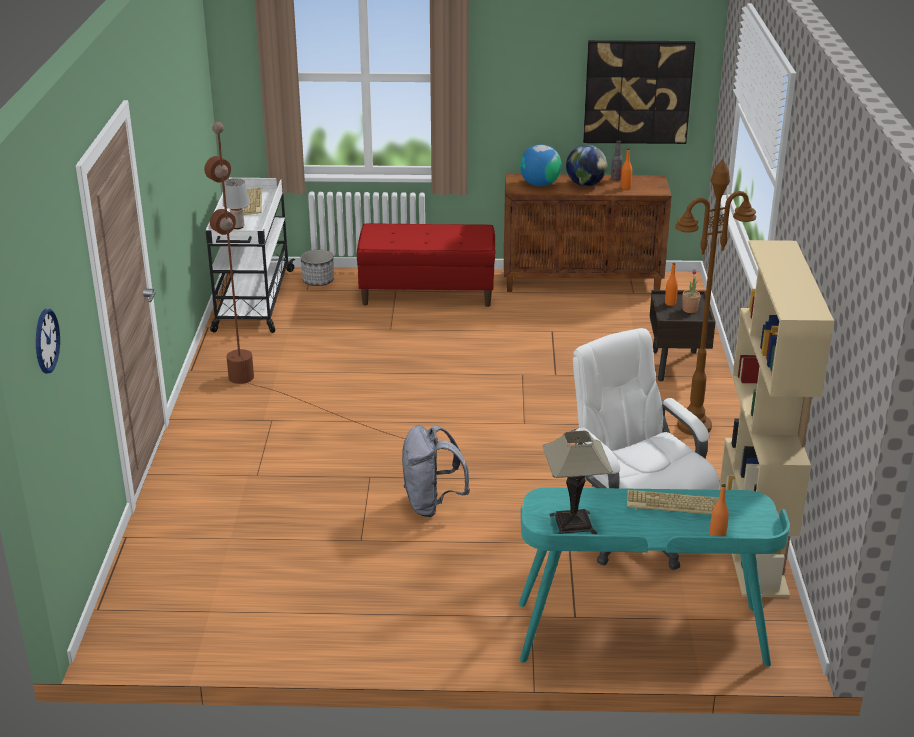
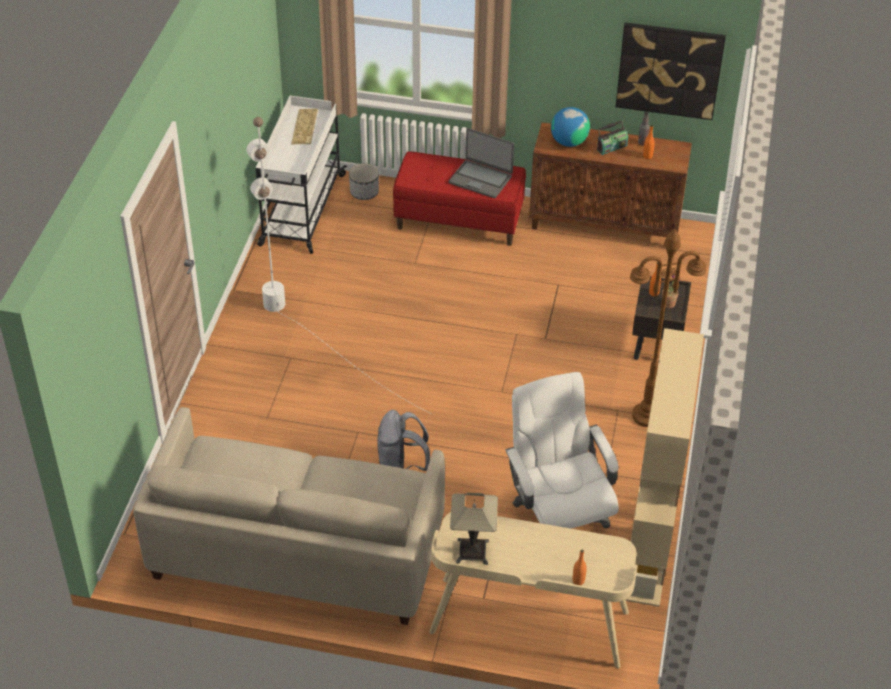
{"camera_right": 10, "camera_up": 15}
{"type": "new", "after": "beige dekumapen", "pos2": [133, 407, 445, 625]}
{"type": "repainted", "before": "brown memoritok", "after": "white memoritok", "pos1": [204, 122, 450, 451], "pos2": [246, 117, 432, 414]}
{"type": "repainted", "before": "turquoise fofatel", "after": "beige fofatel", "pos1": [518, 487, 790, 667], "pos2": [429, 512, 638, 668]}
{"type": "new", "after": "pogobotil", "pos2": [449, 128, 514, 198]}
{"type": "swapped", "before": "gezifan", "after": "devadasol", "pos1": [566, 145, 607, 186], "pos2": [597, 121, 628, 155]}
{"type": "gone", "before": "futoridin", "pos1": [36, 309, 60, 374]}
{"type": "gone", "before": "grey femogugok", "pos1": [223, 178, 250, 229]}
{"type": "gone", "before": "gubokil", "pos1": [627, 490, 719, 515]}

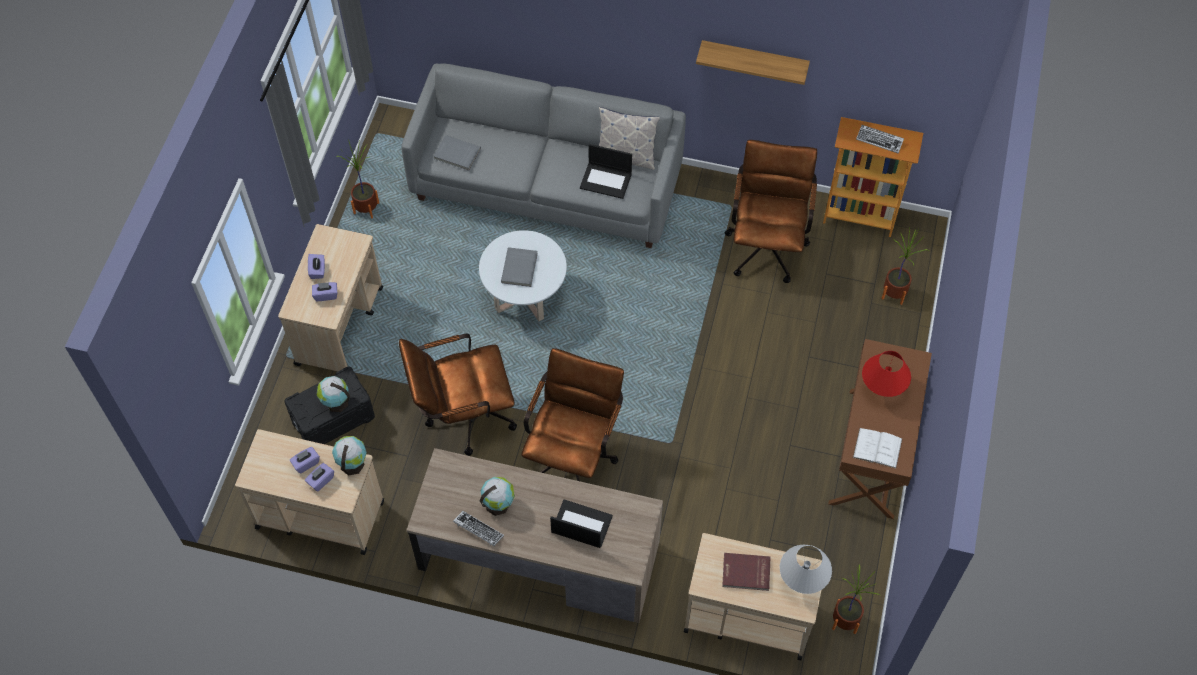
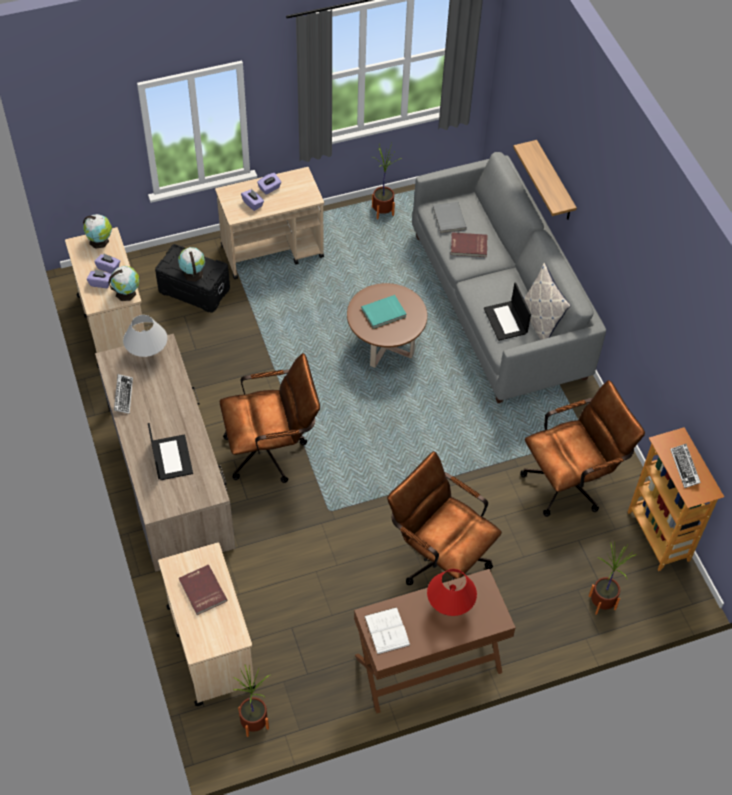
{"camera_right": 55, "camera_up": -5}
{"type": "shifted", "before": "gezifan", "pos1": [480, 477, 515, 516], "pos2": [83, 214, 112, 249]}
{"type": "shifted", "before": "white femogugok", "pos1": [780, 545, 832, 594], "pos2": [123, 315, 168, 357]}
{"type": "repainted", "before": "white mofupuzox", "after": "brown mofupuzox", "pos1": [479, 230, 567, 321], "pos2": [347, 283, 427, 368]}
{"type": "repainted", "before": "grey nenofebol", "after": "turquoise nenofebol", "pos1": [501, 247, 538, 287], "pos2": [361, 295, 406, 329]}
{"type": "shifted", "before": "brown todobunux", "pos1": [399, 333, 517, 456], "pos2": [387, 451, 502, 585]}
{"type": "new", "after": "red nenofebol", "pos2": [451, 232, 487, 257]}
{"type": "shifted", "before": "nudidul", "pos1": [696, 40, 810, 85], "pos2": [513, 140, 577, 220]}

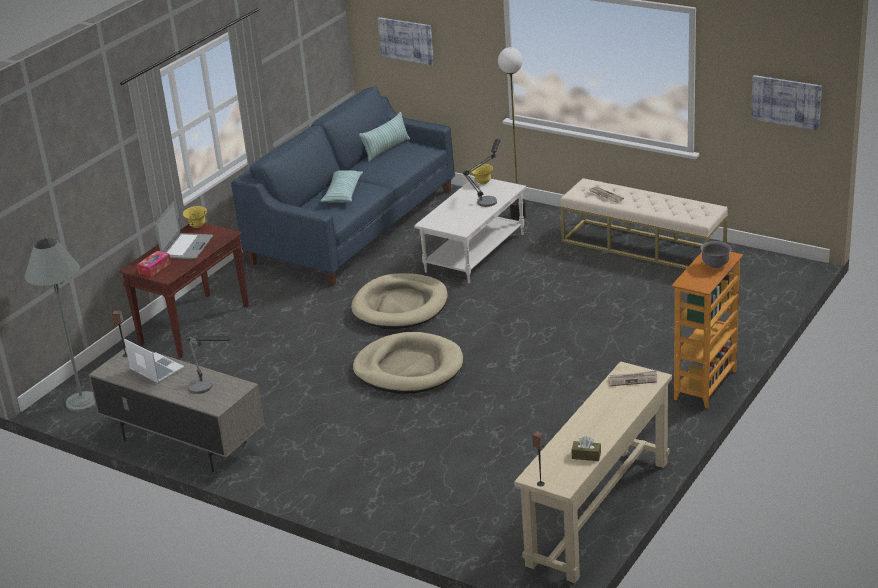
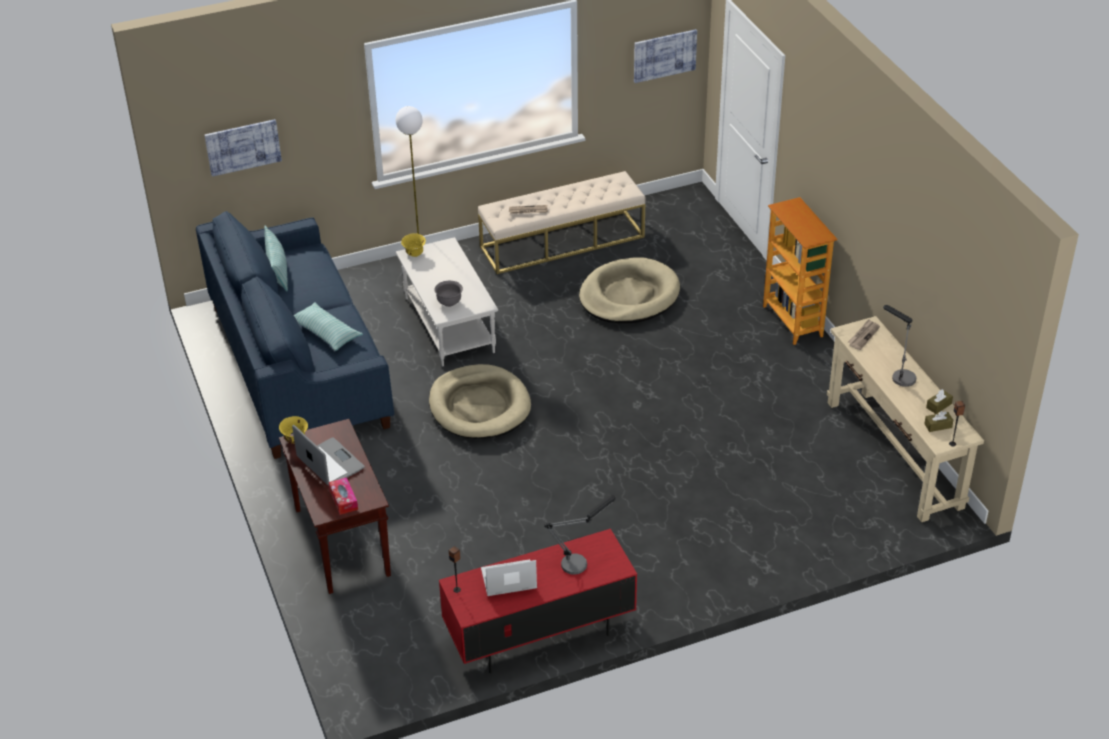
{"camera_right": -55, "camera_up": 10}
{"type": "shifted", "before": "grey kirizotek", "pos1": [700, 241, 732, 268], "pos2": [434, 281, 463, 307]}
{"type": "repainted", "before": "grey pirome", "after": "red pirome", "pos1": [89, 348, 264, 472], "pos2": [439, 529, 637, 673]}
{"type": "shifted", "before": "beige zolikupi", "pos1": [353, 332, 463, 394], "pos2": [579, 257, 680, 323]}
{"type": "shifted", "before": "femogugok", "pos1": [463, 139, 500, 207], "pos2": [883, 305, 916, 387]}
{"type": "new", "after": "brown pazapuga", "pos2": [924, 411, 953, 432]}
{"type": "gone", "before": "grey memoritok", "pos1": [24, 238, 96, 412]}

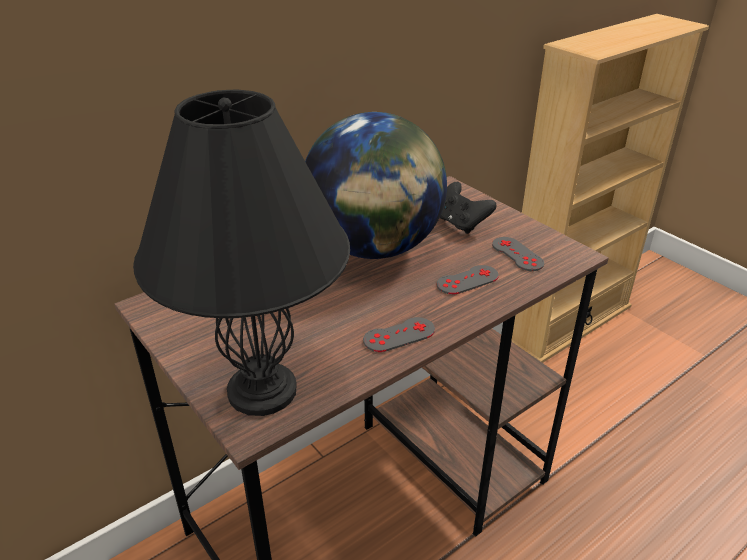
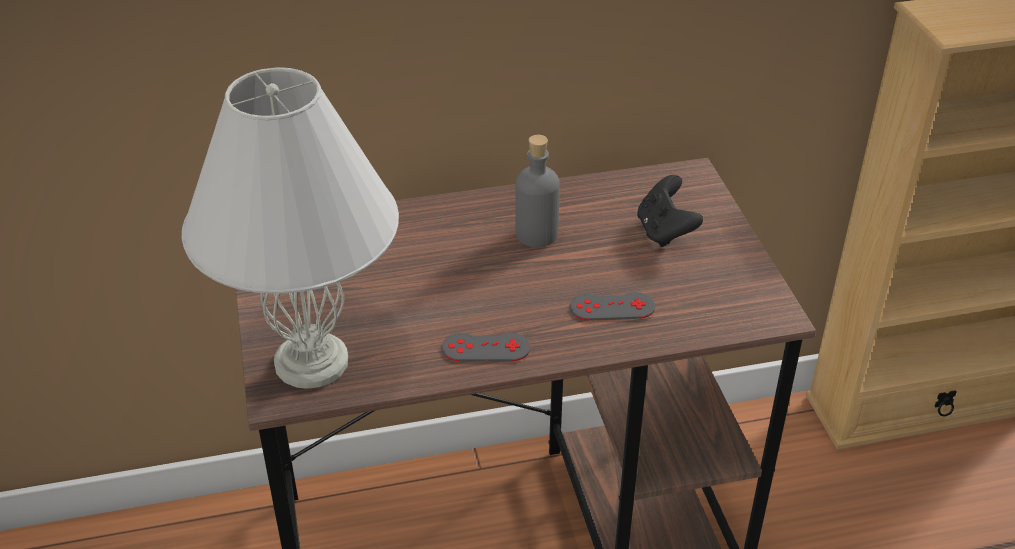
{"camera_right": 25, "camera_up": 5}
{"type": "repainted", "before": "black femogugok", "after": "white femogugok", "pos1": [133, 89, 350, 416], "pos2": [182, 67, 399, 389]}
{"type": "swapped", "before": "gezifan", "after": "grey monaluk", "pos1": [305, 112, 447, 259], "pos2": [515, 135, 560, 247]}
{"type": "gone", "before": "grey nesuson", "pos1": [492, 237, 544, 271]}

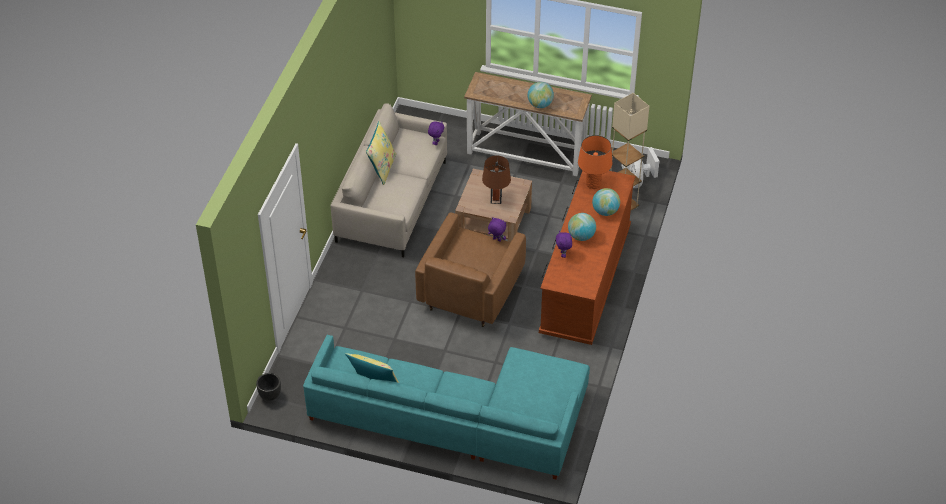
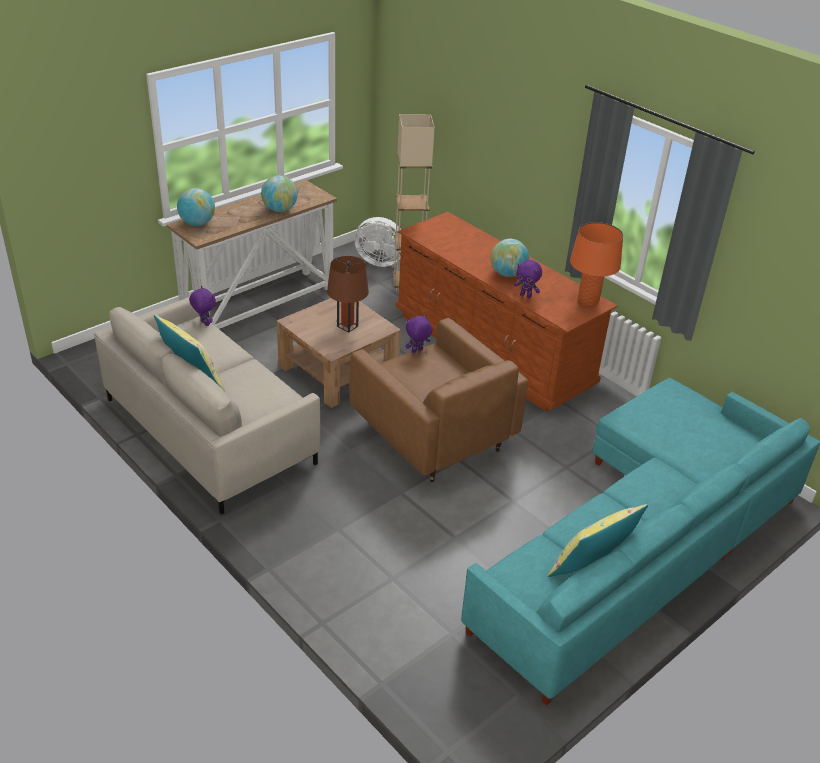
{"camera_right": -60, "camera_up": -10}
{"type": "shifted", "before": "gezifan", "pos1": [592, 188, 620, 216], "pos2": [177, 188, 215, 226]}
{"type": "shifted", "before": "orange femogugok", "pos1": [578, 135, 612, 189], "pos2": [570, 222, 623, 307]}
{"type": "gone", "before": "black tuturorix", "pos1": [256, 373, 281, 401]}

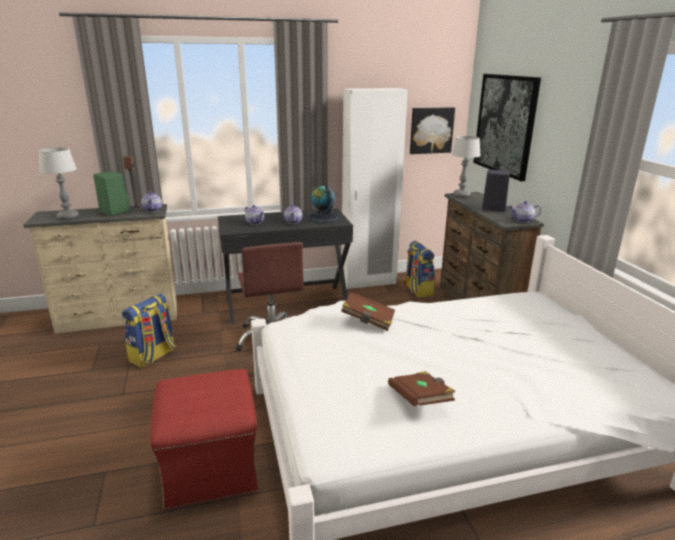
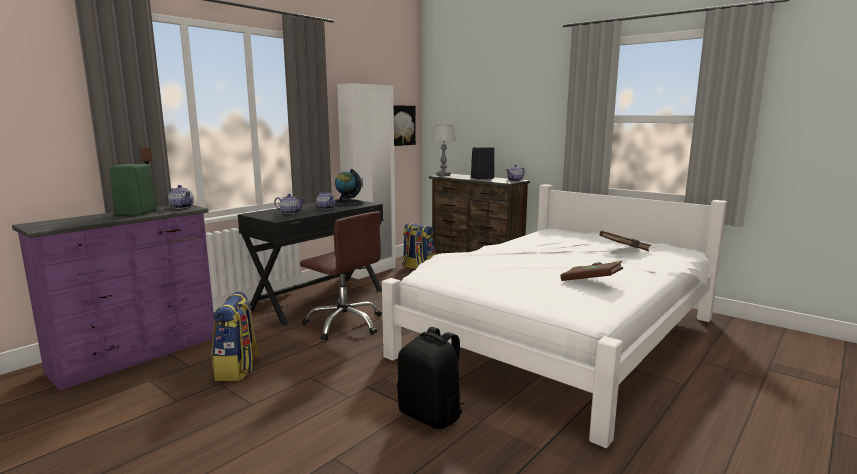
{"camera_right": -35, "camera_up": -10}
{"type": "repainted", "before": "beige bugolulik", "after": "purple bugolulik", "pos1": [23, 204, 177, 334], "pos2": [12, 205, 215, 391]}
{"type": "swapped", "before": "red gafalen", "after": "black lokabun", "pos1": [150, 369, 260, 510], "pos2": [397, 327, 464, 429]}
{"type": "shifted", "before": "brown nenofebol", "pos1": [341, 292, 395, 331], "pos2": [600, 231, 651, 251]}
{"type": "gone", "before": "femogugok", "pos1": [39, 147, 79, 219]}
{"type": "gone", "before": "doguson", "pos1": [473, 74, 541, 181]}

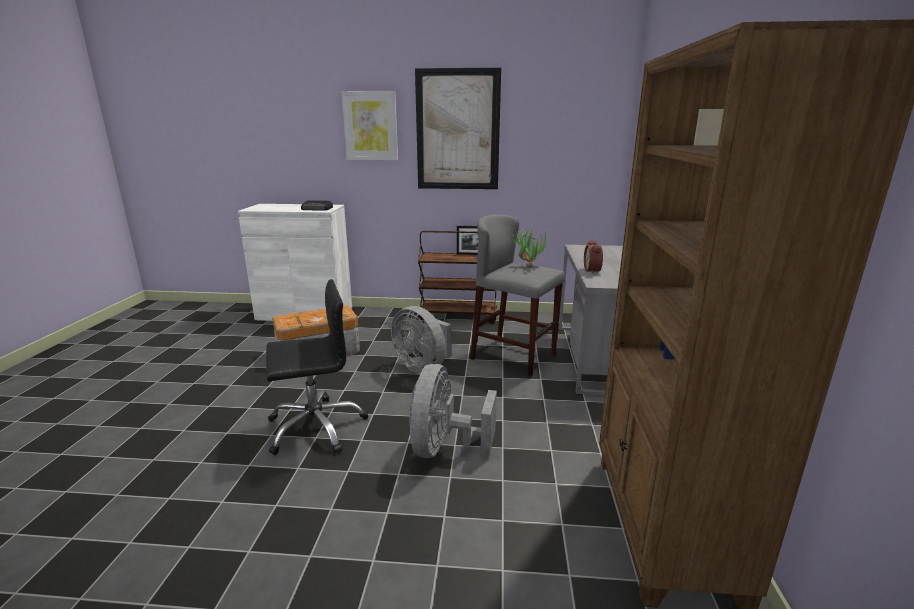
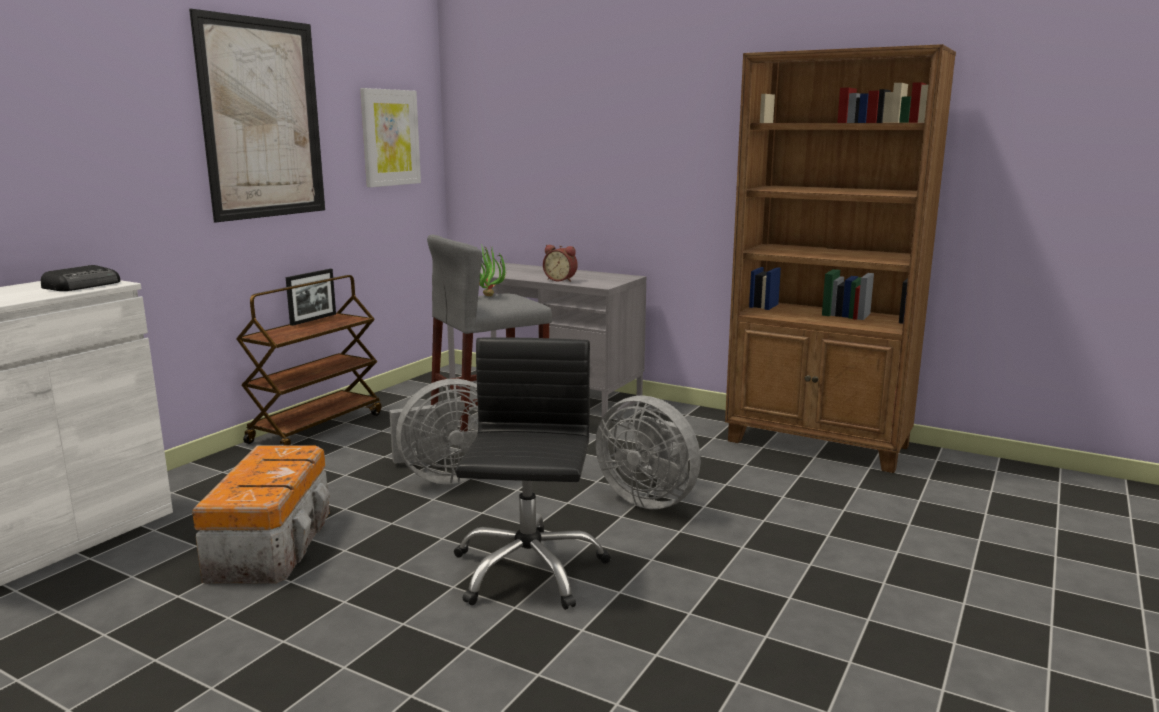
{"camera_right": -65, "camera_up": -5}
{"type": "shifted", "before": "doguson", "pos1": [342, 91, 398, 160], "pos2": [360, 88, 421, 187]}

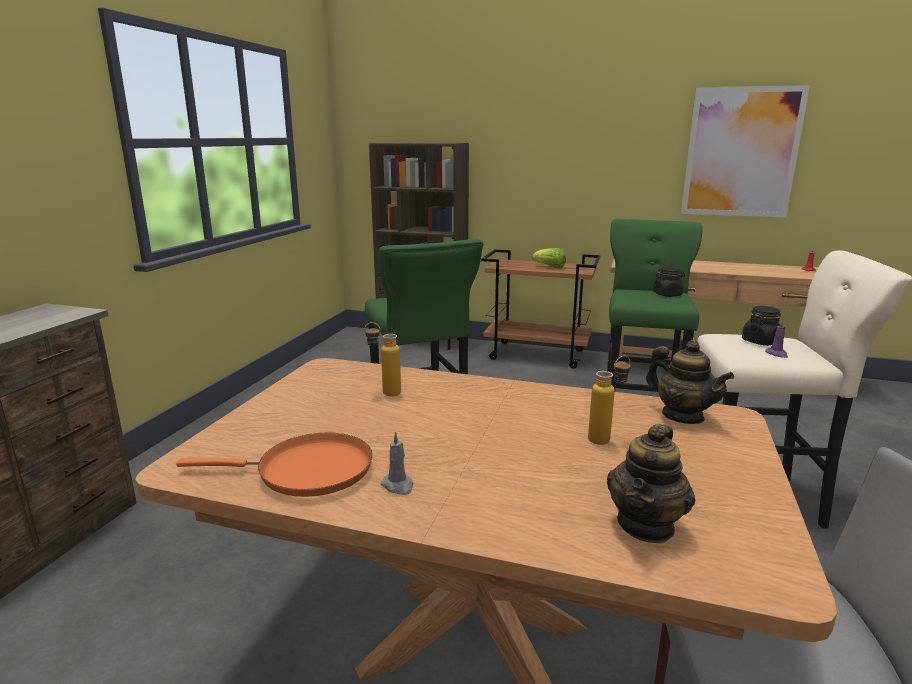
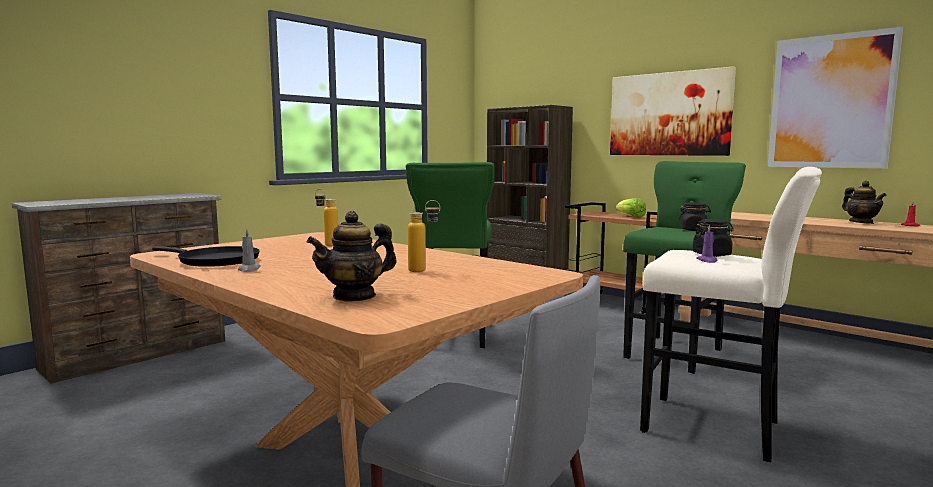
{"camera_right": 25, "camera_up": -10}
{"type": "repainted", "before": "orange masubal", "after": "black masubal", "pos1": [176, 433, 373, 497], "pos2": [152, 246, 260, 267]}
{"type": "new", "after": "doguson", "pos2": [610, 66, 736, 156]}
{"type": "shifted", "before": "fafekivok", "pos1": [646, 340, 734, 424], "pos2": [842, 181, 886, 224]}

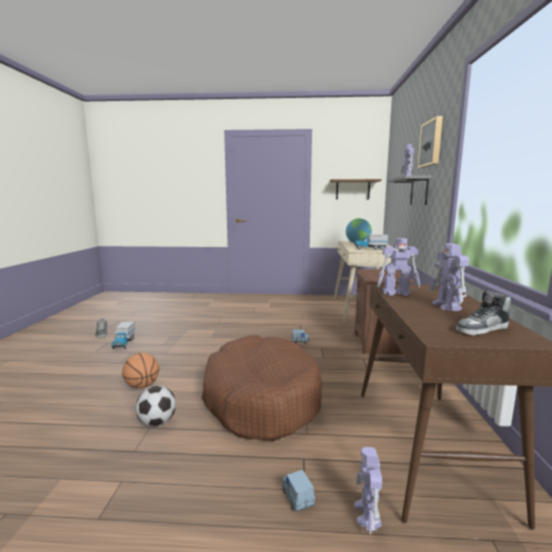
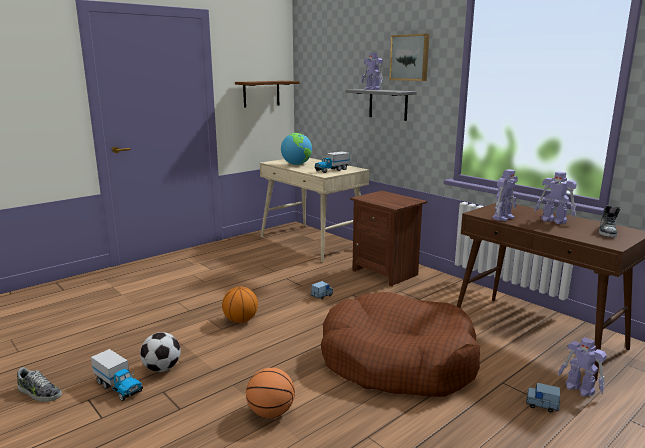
{"camera_right": -45, "camera_up": 5}
{"type": "shifted", "before": "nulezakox", "pos1": [135, 386, 176, 427], "pos2": [140, 332, 181, 372]}
{"type": "new", "after": "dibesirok", "pos2": [222, 287, 258, 323]}

